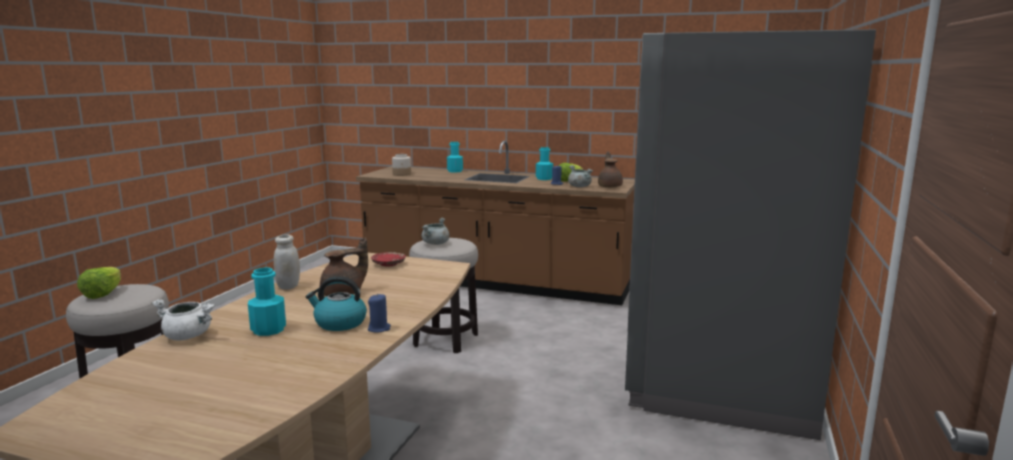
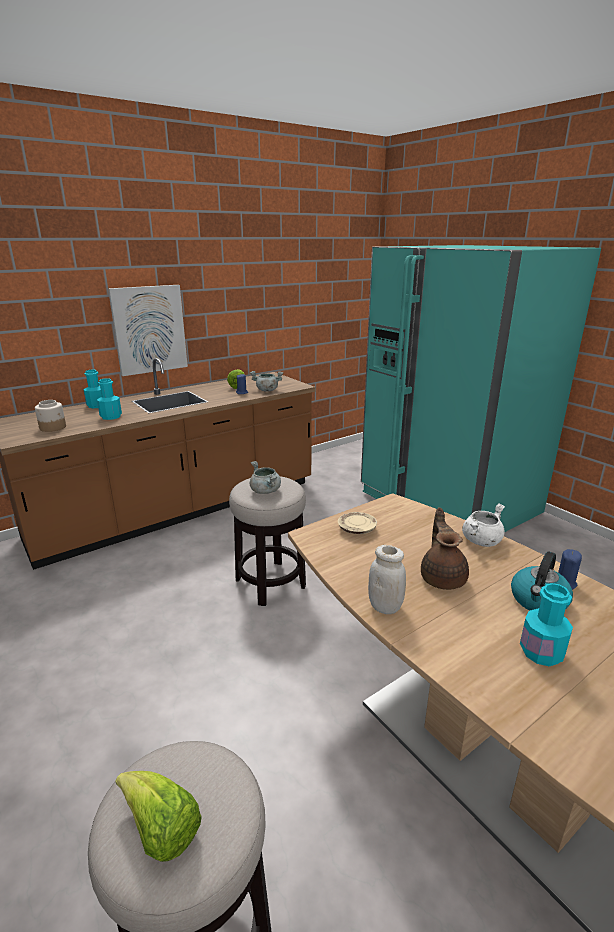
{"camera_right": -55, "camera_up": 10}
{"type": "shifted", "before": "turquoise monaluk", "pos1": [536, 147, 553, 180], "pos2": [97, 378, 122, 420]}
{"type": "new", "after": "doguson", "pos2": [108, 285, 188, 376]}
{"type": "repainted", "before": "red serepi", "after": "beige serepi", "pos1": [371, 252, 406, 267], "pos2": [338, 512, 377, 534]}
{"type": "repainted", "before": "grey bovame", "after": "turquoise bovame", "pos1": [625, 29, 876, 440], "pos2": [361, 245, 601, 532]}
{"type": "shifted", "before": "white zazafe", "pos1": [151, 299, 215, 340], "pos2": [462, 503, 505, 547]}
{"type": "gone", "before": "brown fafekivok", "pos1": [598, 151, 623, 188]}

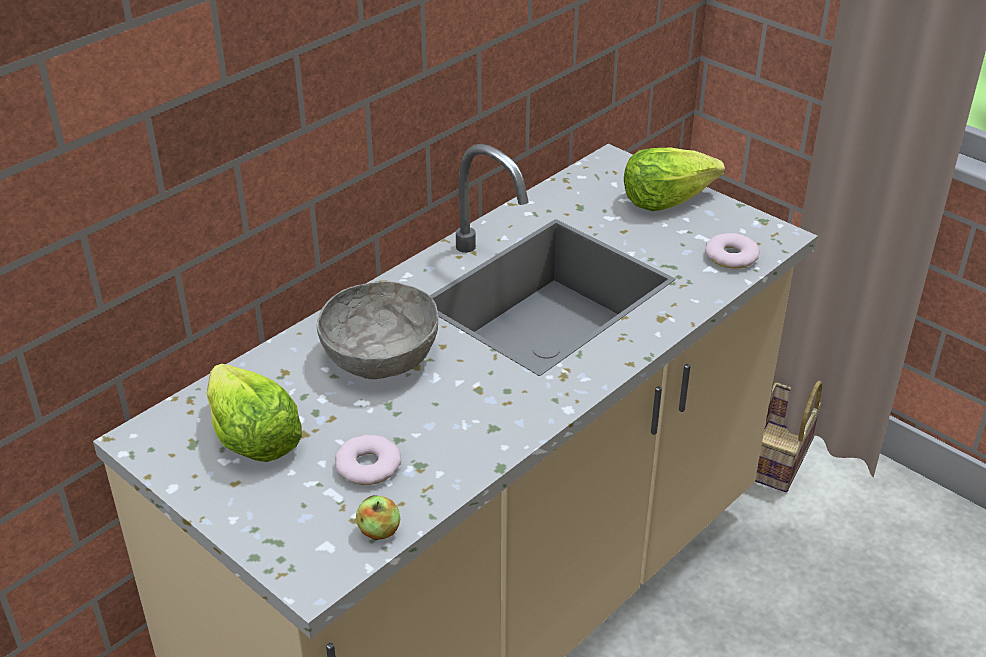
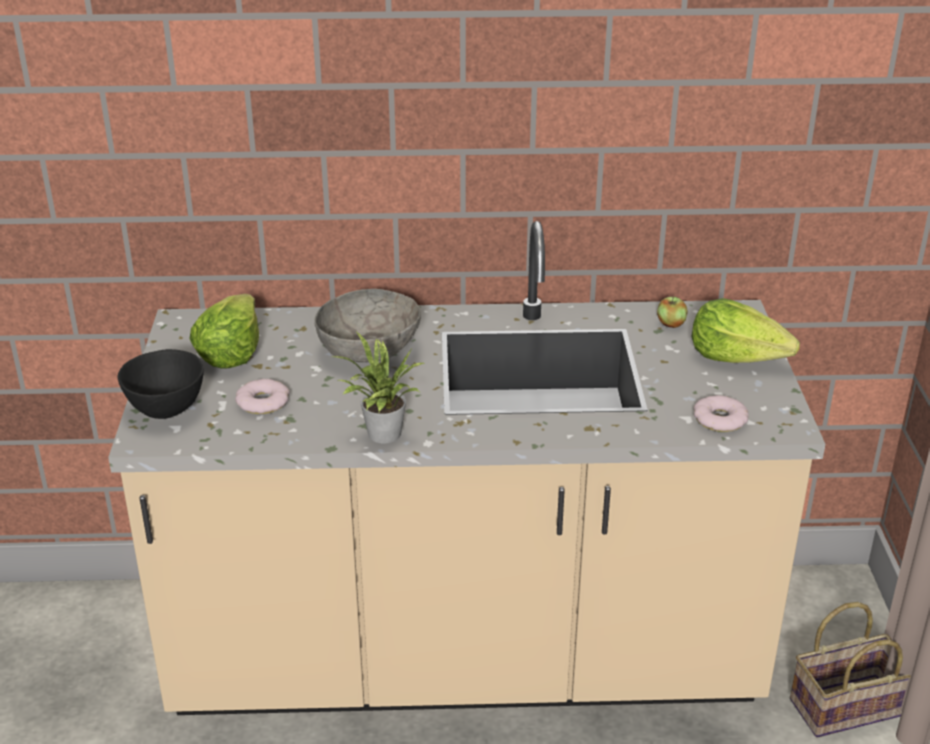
{"camera_right": 45, "camera_up": -5}
{"type": "new", "after": "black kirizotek", "pos2": [118, 349, 204, 419]}
{"type": "new", "after": "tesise", "pos2": [333, 332, 424, 443]}
{"type": "shifted", "before": "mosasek", "pos1": [356, 495, 400, 540], "pos2": [657, 297, 688, 328]}

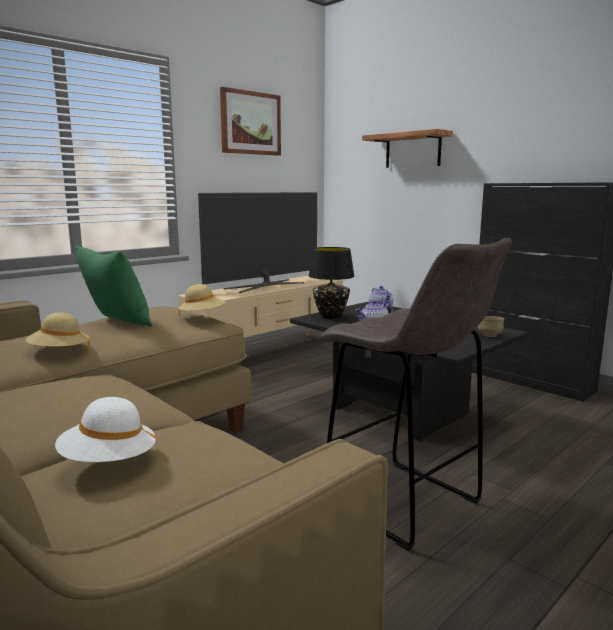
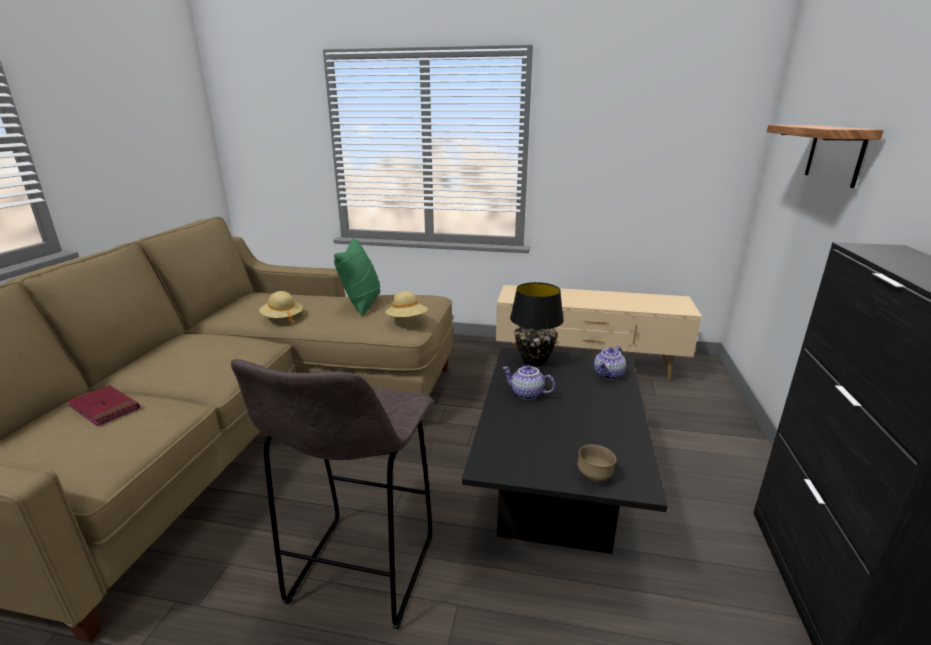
{"camera_right": 55, "camera_up": 10}
{"type": "swapped", "before": "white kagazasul", "after": "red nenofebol", "pos1": [55, 397, 158, 462], "pos2": [68, 386, 140, 426]}
{"type": "gone", "before": "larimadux", "pos1": [198, 192, 317, 293]}
{"type": "gone", "before": "doguson", "pos1": [220, 87, 281, 156]}

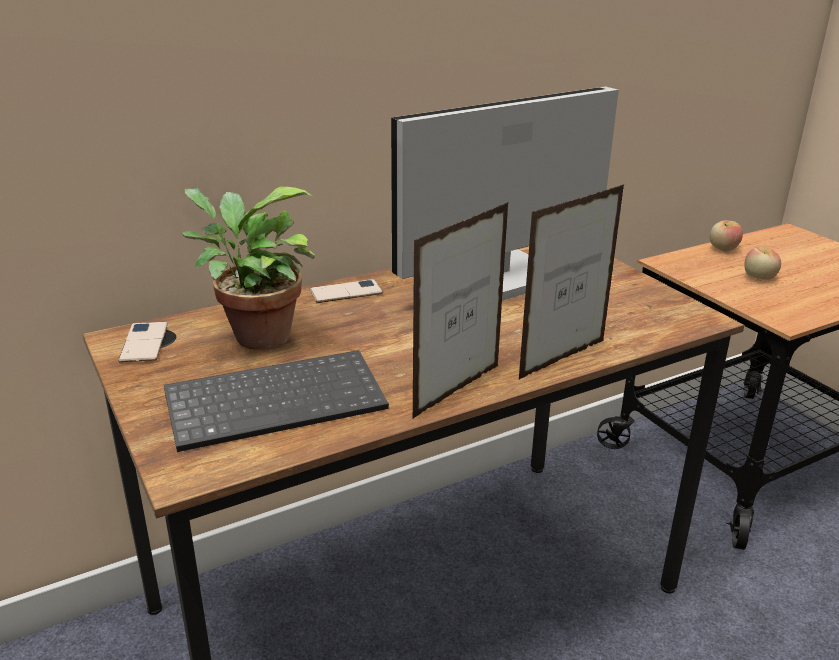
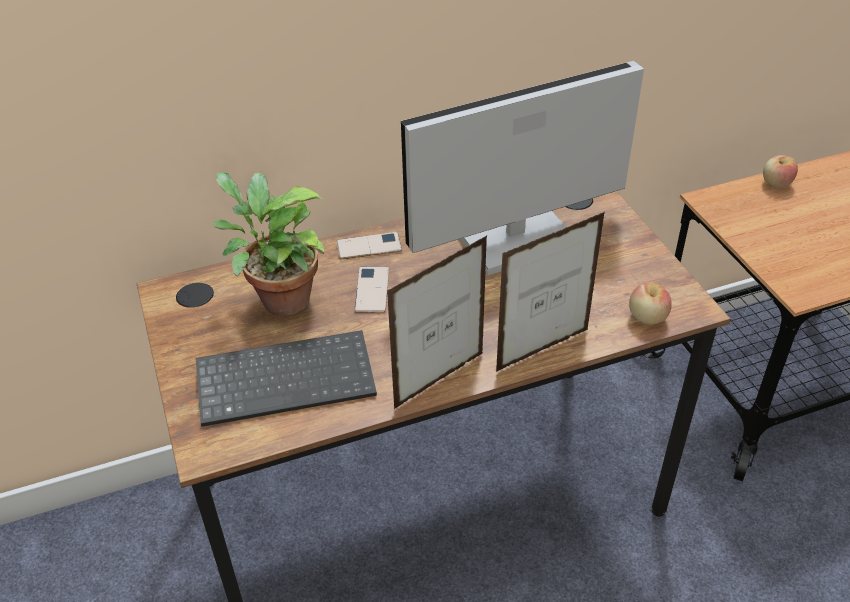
{"camera_right": 10, "camera_up": 15}
{"type": "shifted", "before": "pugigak", "pos1": [118, 322, 168, 362], "pos2": [354, 267, 389, 313]}
{"type": "shifted", "before": "mosasek", "pos1": [744, 246, 781, 280], "pos2": [629, 282, 672, 325]}

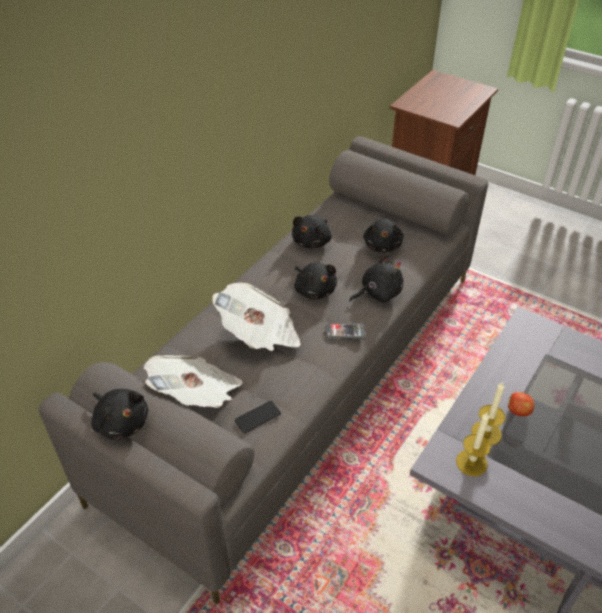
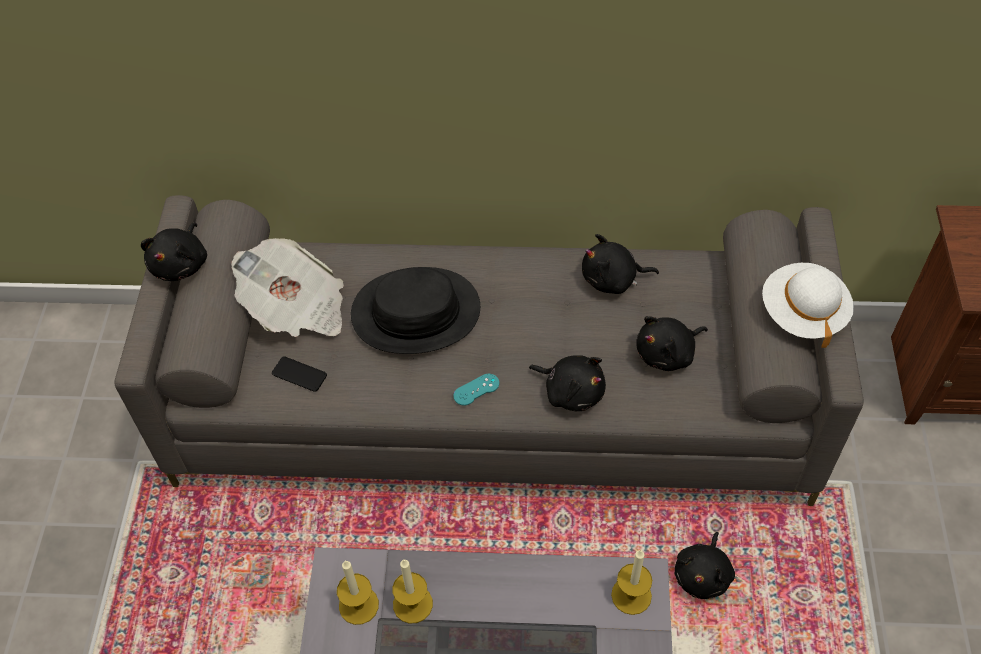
{"camera_right": 60, "camera_up": 10}
{"type": "swapped", "before": "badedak", "after": "black kagazasul", "pos1": [212, 283, 301, 351], "pos2": [351, 267, 480, 354]}
{"type": "swapped", "before": "pugigak", "after": "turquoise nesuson", "pos1": [325, 323, 365, 339], "pos2": [453, 374, 499, 406]}
{"type": "new", "after": "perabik", "pos2": [611, 550, 652, 615]}
{"type": "shifted", "before": "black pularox", "pos1": [294, 263, 337, 299], "pos2": [674, 532, 735, 599]}
{"type": "new", "after": "white kagazasul", "pos2": [762, 263, 854, 348]}
{"type": "gone", "before": "mosasek", "pos1": [508, 392, 534, 416]}

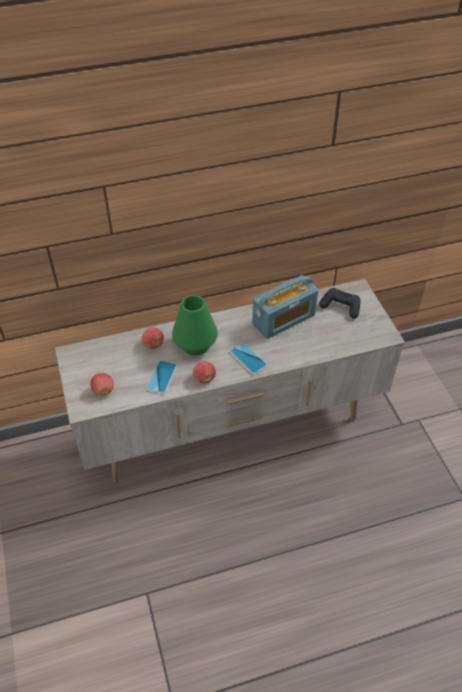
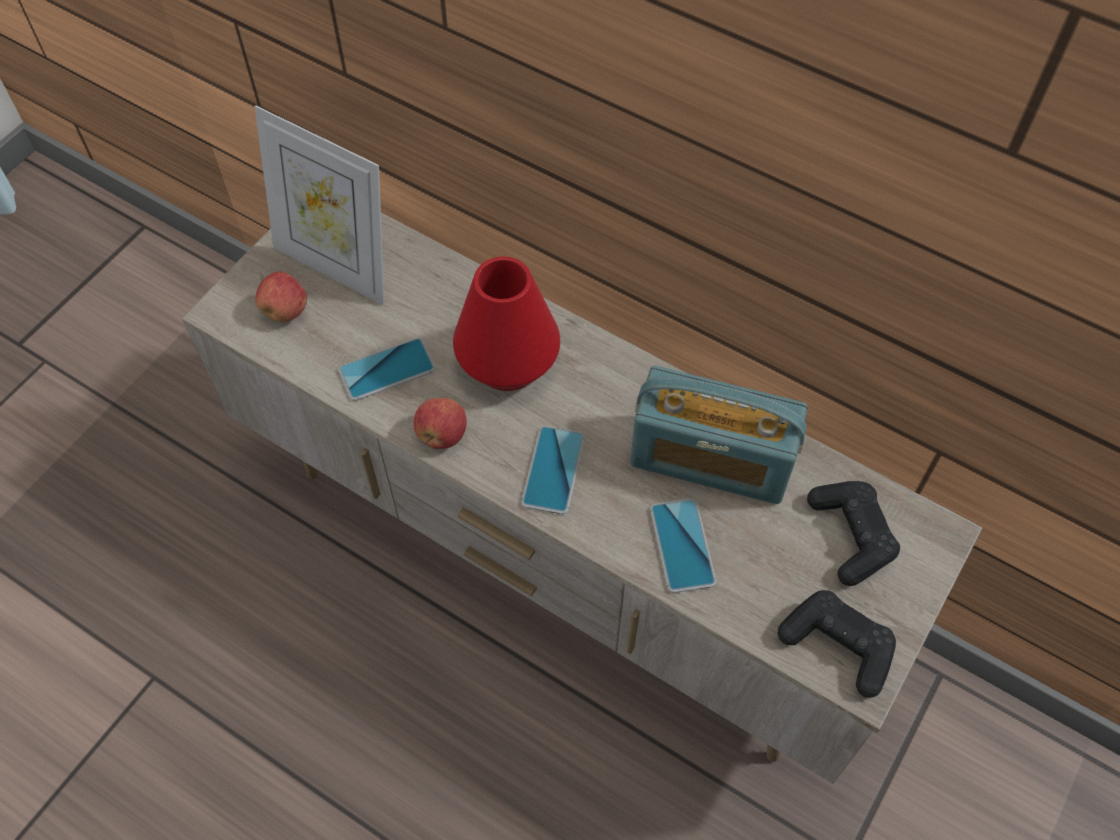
{"camera_right": 50, "camera_up": 10}
{"type": "new", "after": "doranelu", "pos2": [255, 105, 384, 305]}
{"type": "repainted", "before": "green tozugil", "after": "red tozugil", "pos1": [172, 295, 218, 355], "pos2": [453, 257, 560, 391]}
{"type": "new", "after": "pugigak", "pos2": [650, 499, 716, 593]}
{"type": "new", "after": "black nesuson", "pos2": [778, 590, 896, 698]}
{"type": "gone", "before": "mosasek", "pos1": [142, 327, 164, 349]}

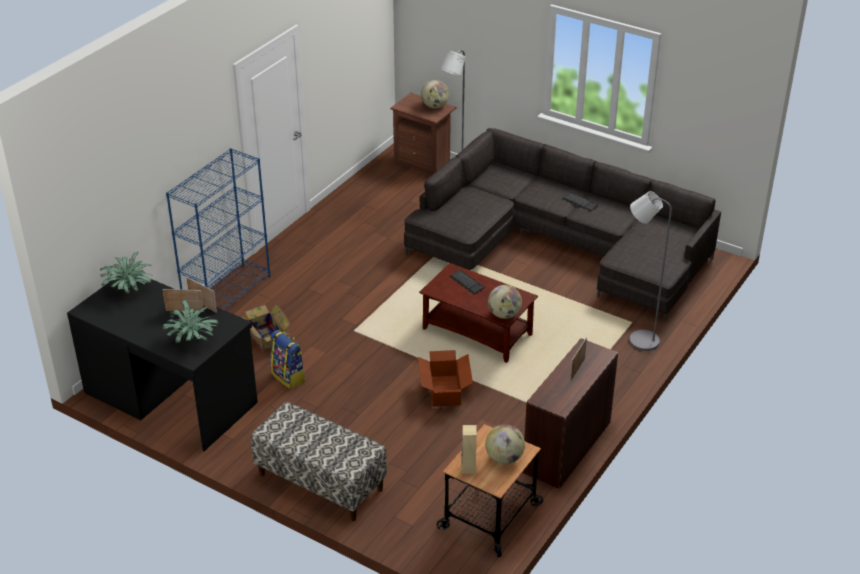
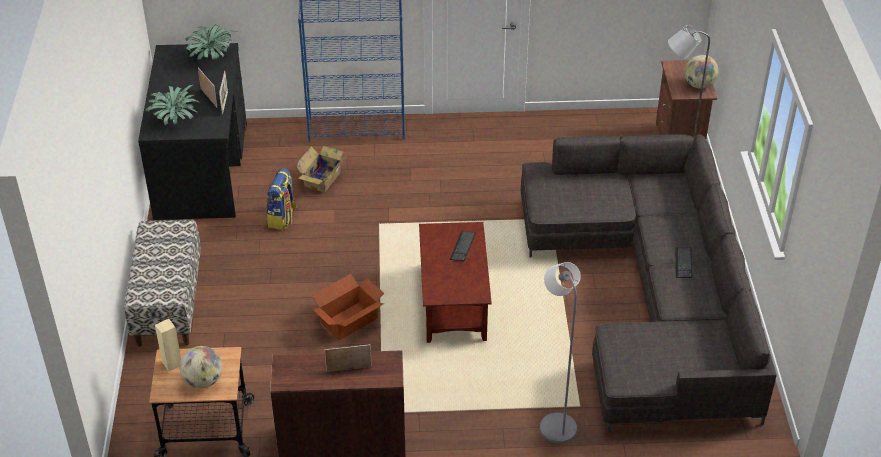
{"camera_right": 55, "camera_up": 5}
{"type": "gone", "before": "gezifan", "pos1": [488, 285, 522, 319]}

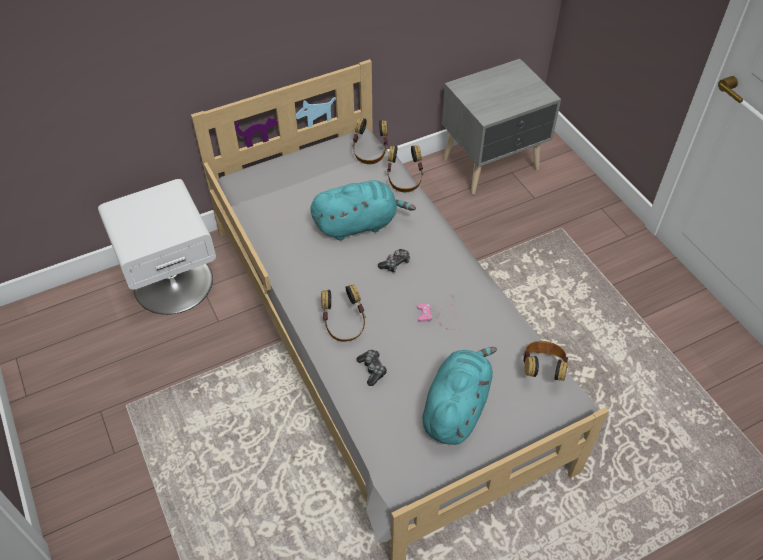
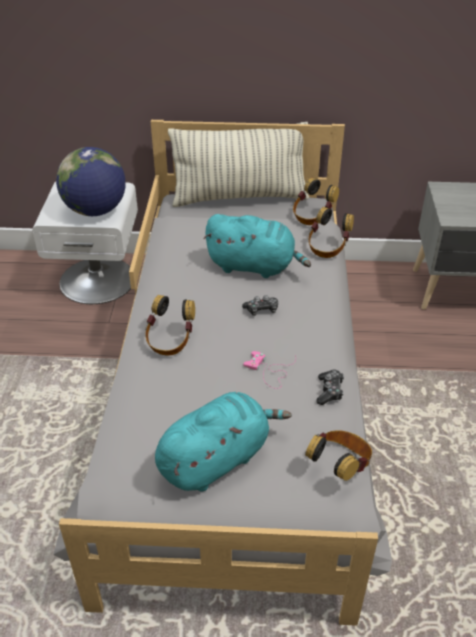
{"camera_right": 30, "camera_up": -10}
{"type": "new", "after": "gezifan", "pos2": [56, 147, 126, 216]}
{"type": "new", "after": "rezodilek", "pos2": [168, 122, 309, 207]}
{"type": "shifted", "before": "nesuson", "pos1": [356, 350, 387, 386], "pos2": [316, 370, 344, 405]}

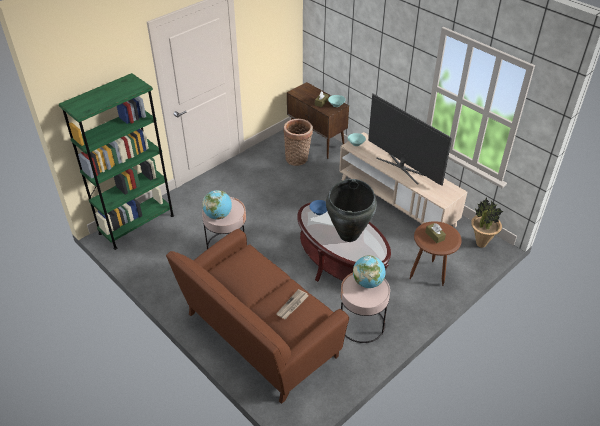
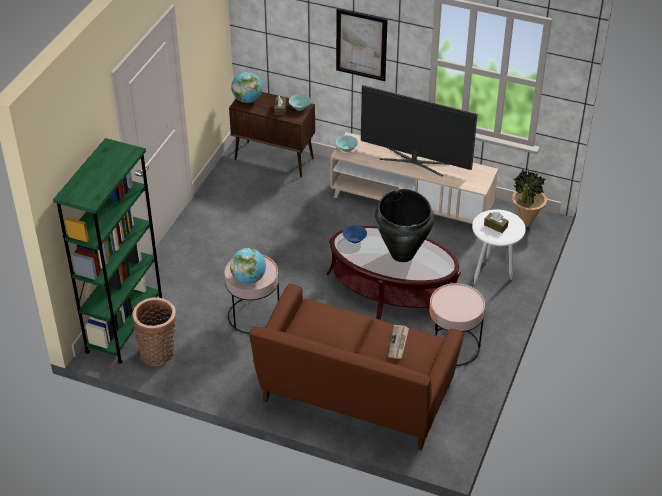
{"camera_right": -25, "camera_up": 0}
{"type": "shifted", "before": "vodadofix", "pos1": [283, 119, 313, 166], "pos2": [132, 297, 177, 367]}
{"type": "shifted", "before": "gezifan", "pos1": [353, 255, 386, 288], "pos2": [231, 72, 262, 103]}
{"type": "new", "after": "doguson", "pos2": [336, 9, 388, 81]}
{"type": "repainted", "before": "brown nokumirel", "after": "white nokumirel", "pos1": [410, 221, 462, 286], "pos2": [472, 210, 526, 284]}

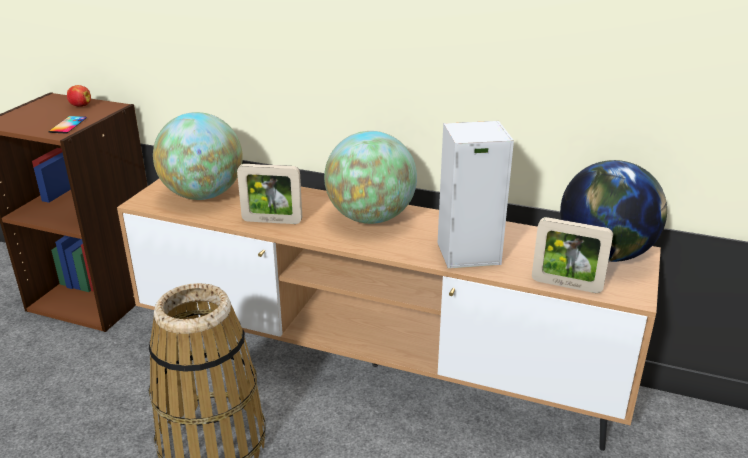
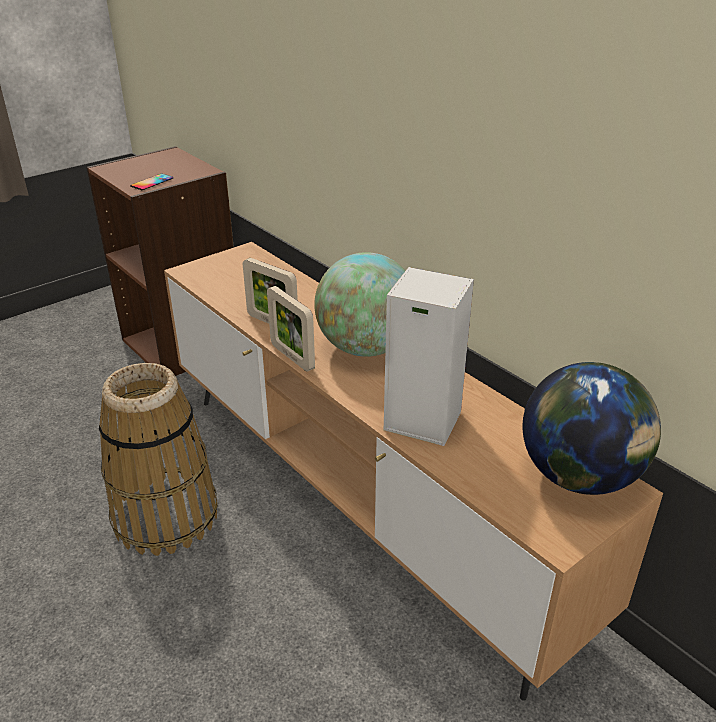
{"camera_right": 30, "camera_up": 5}
{"type": "shifted", "before": "doranelu", "pos1": [532, 217, 613, 293], "pos2": [267, 286, 315, 372]}
{"type": "gone", "before": "mosasek", "pos1": [67, 85, 91, 107]}
{"type": "gone", "before": "gezifan", "pos1": [153, 112, 243, 200]}

